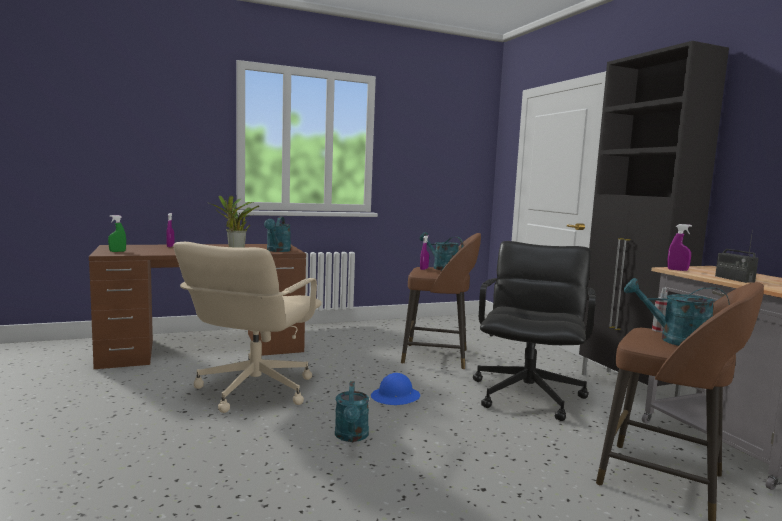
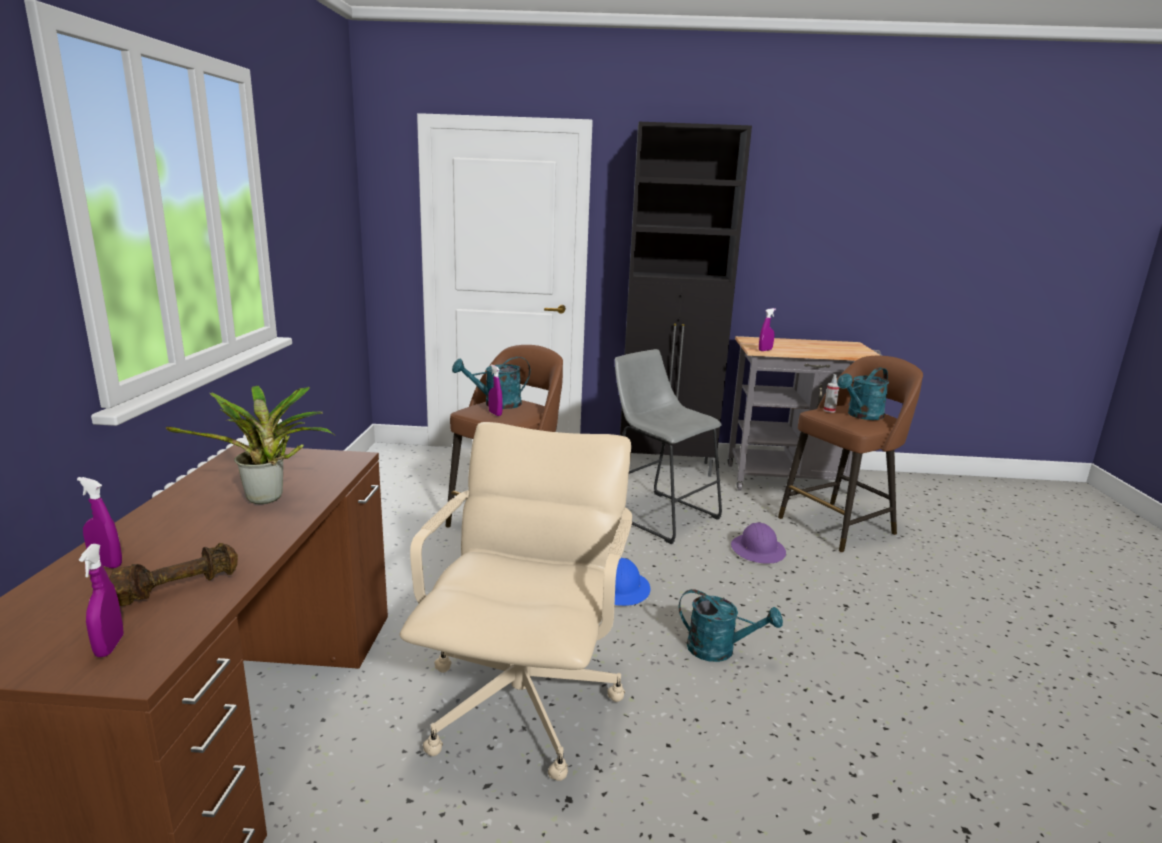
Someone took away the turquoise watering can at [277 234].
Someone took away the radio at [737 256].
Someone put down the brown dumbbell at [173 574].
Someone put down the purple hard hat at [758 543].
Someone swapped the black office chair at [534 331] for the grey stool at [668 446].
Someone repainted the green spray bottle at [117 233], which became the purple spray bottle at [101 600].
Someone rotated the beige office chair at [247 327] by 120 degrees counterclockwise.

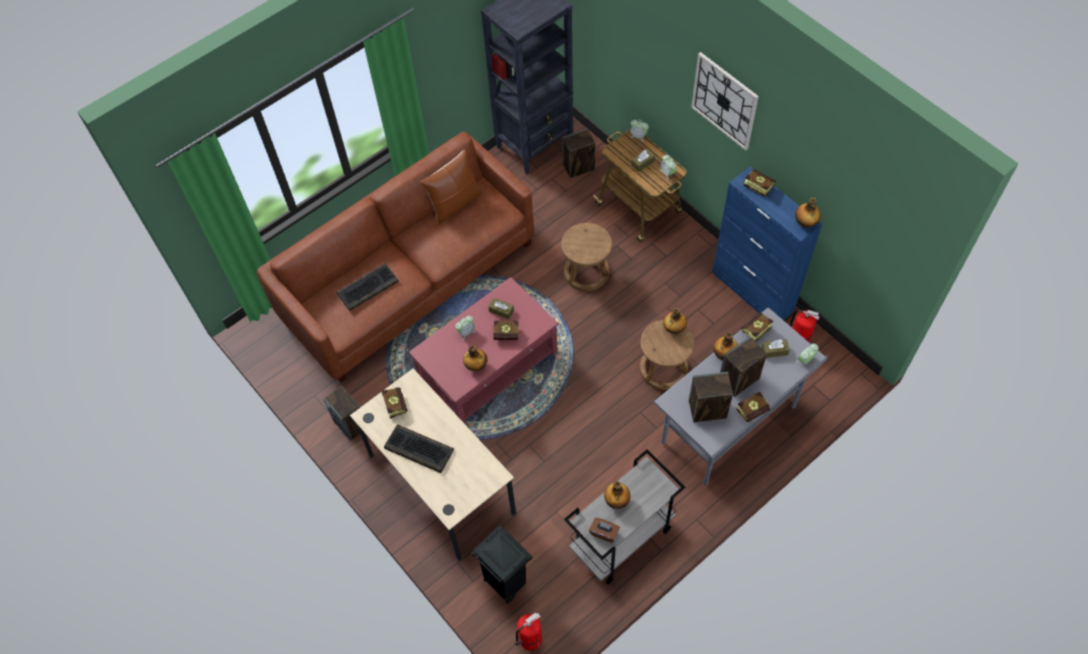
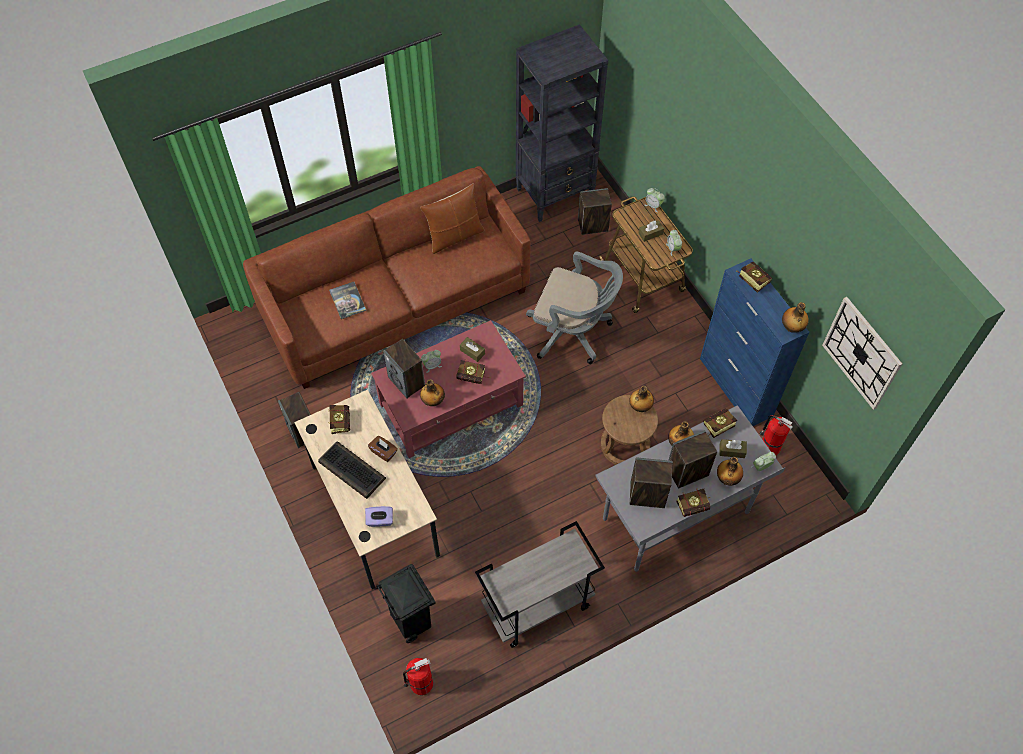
Someone put down the purple tissue box at [379 516].
Someone put down the speaker at [404 368].
Someone carried the brown tissue box from [604 530] to [383 449].
Someone carried the bottle from [617 495] to [730 471].
Someone carried the wall clock from [725 101] to [862 353].
Someone swapped the keyboard at [367 287] for the book at [347 300].
Someone swapped the brown stool at [586 257] for the grey office chair at [574 307].

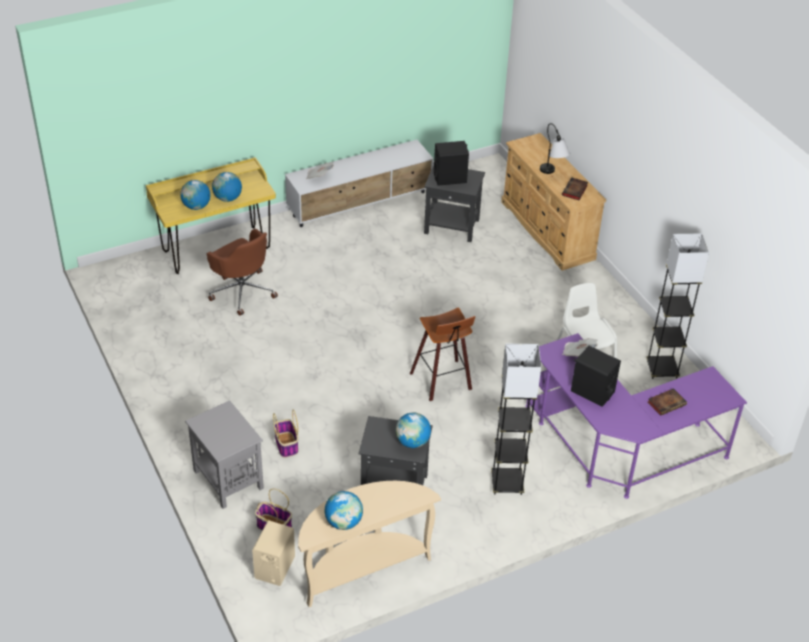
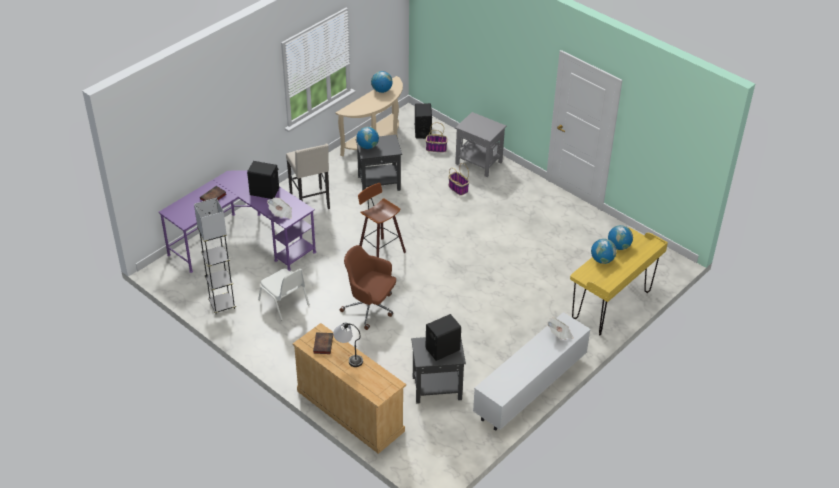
Someone carried the brown office chair from [242 272] to [368 287].
Someone swapped the grey floor lamp at [516 419] for the beige stool at [308 176].
Someone repainted the beige speaker at [273 553], which became the black speaker at [423 121].

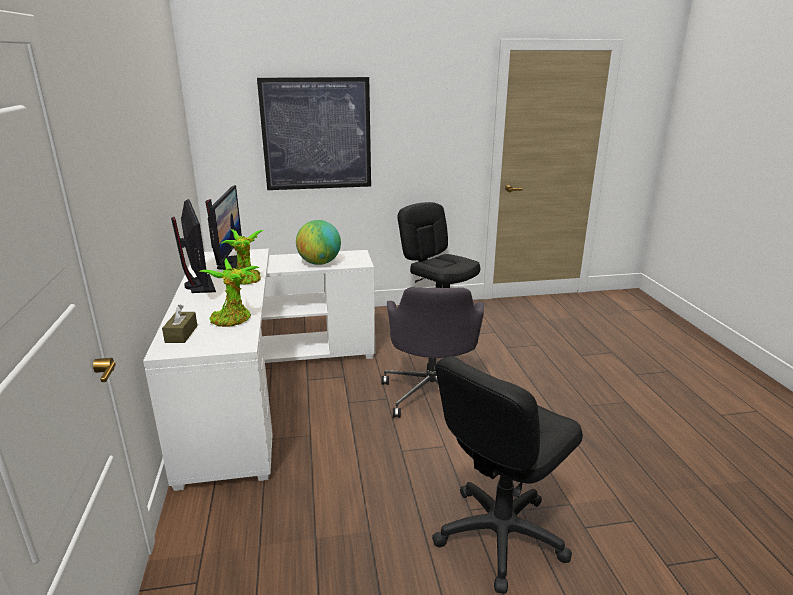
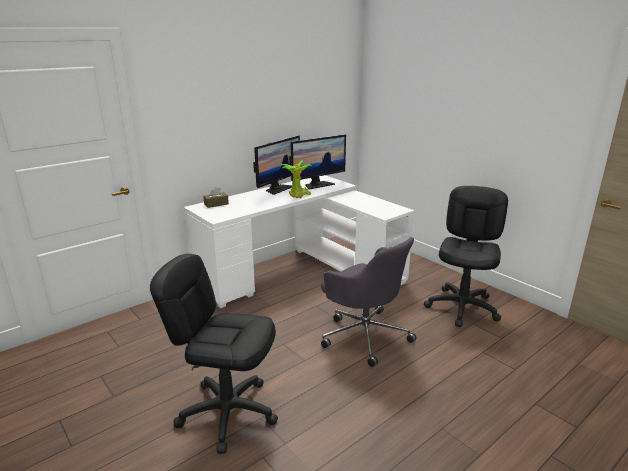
Someone took away the potted plant at [229 292].
Someone took away the picture at [314 133].
Someone took away the globe at [318 242].
Someone rotated the grey office chair at [432 352] by 105 degrees counterclockwise.

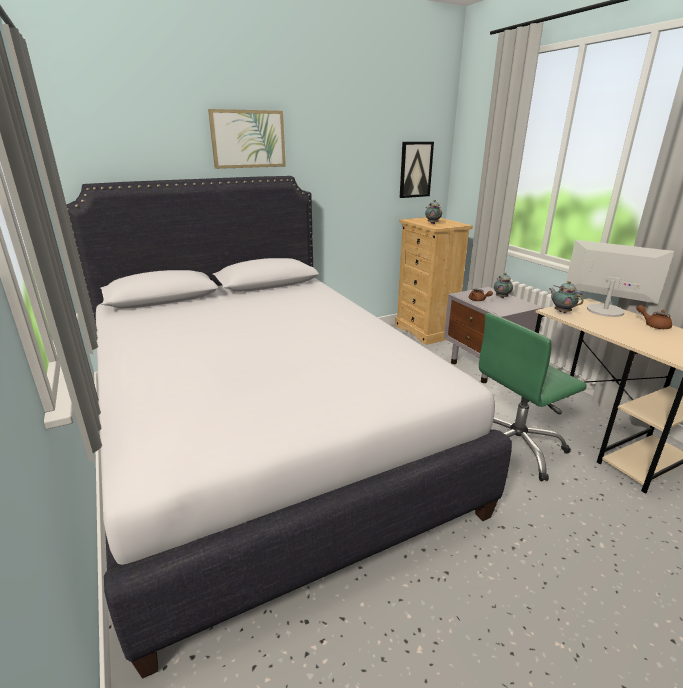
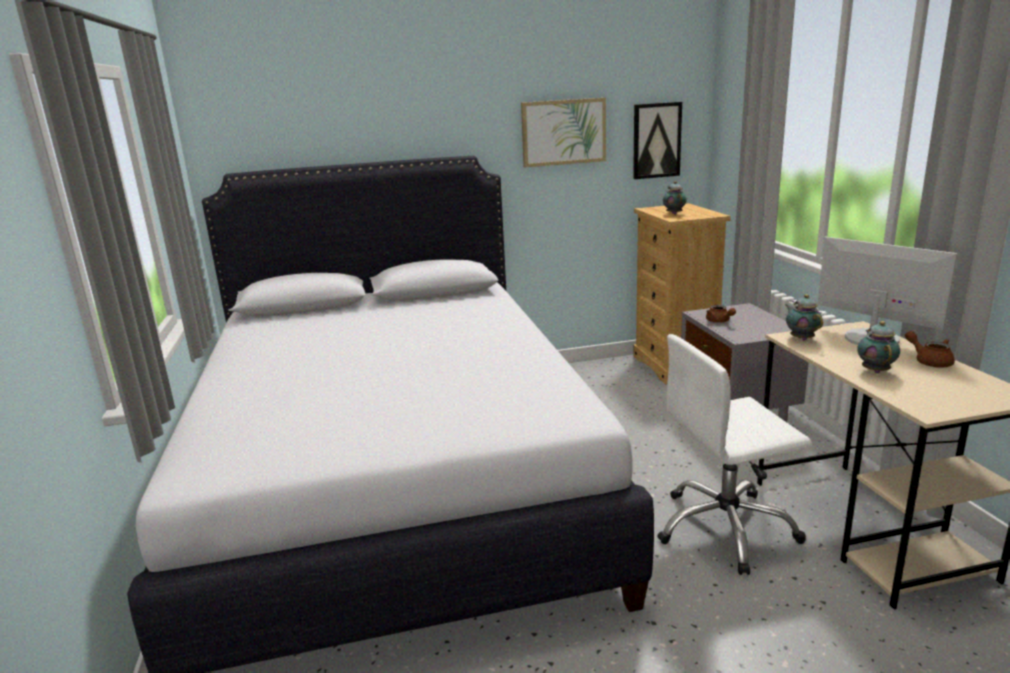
Someone carried the picture from [247 139] to [563 132].
Someone carried the teapot from [503 286] to [878 347].
Someone repainted the green office chair at [533 397], which became the white office chair at [734 454].

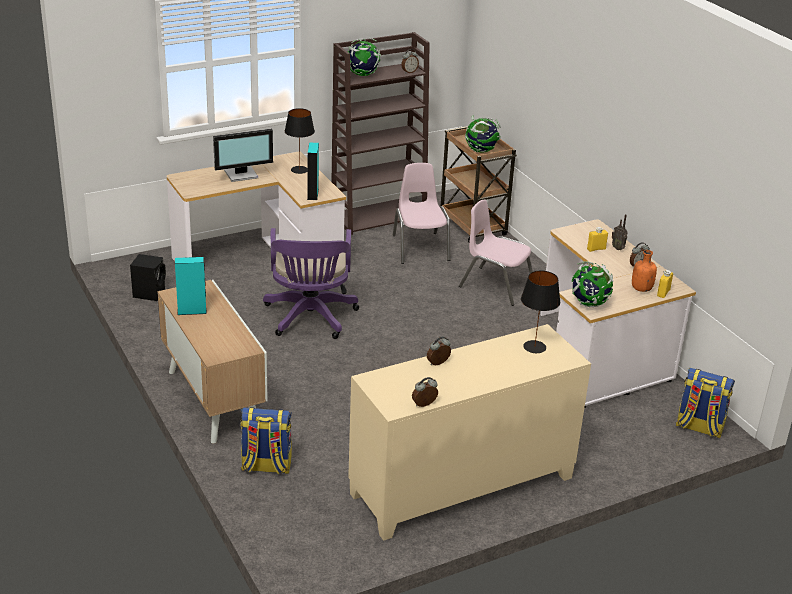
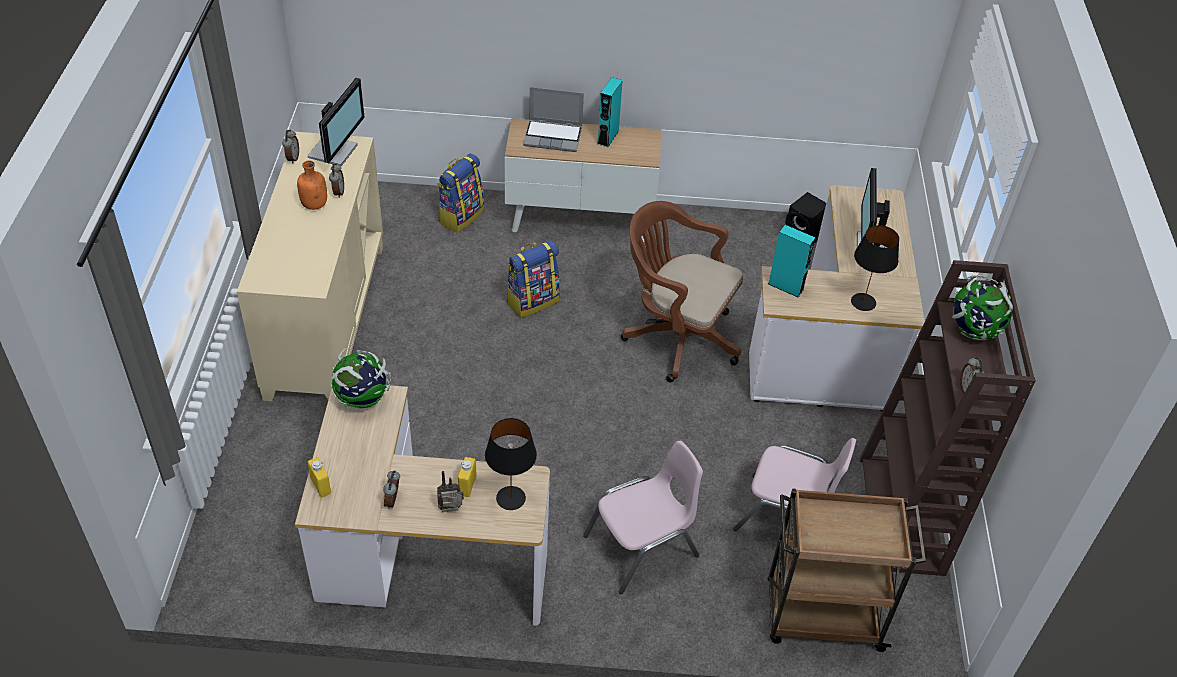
Someone took away the globe at [483 134].
Someone put down the monitor at [336 122].
Someone put down the laptop at [553 119].
Someone carried the black table lamp from [540 312] to [511 464].
Someone carried the orange bottle from [644 271] to [312 185].
Someone carried the backpack from [705 403] to [533 279].
Someone repainted the purple office chair at [311 283], which became the brown office chair at [682 291].

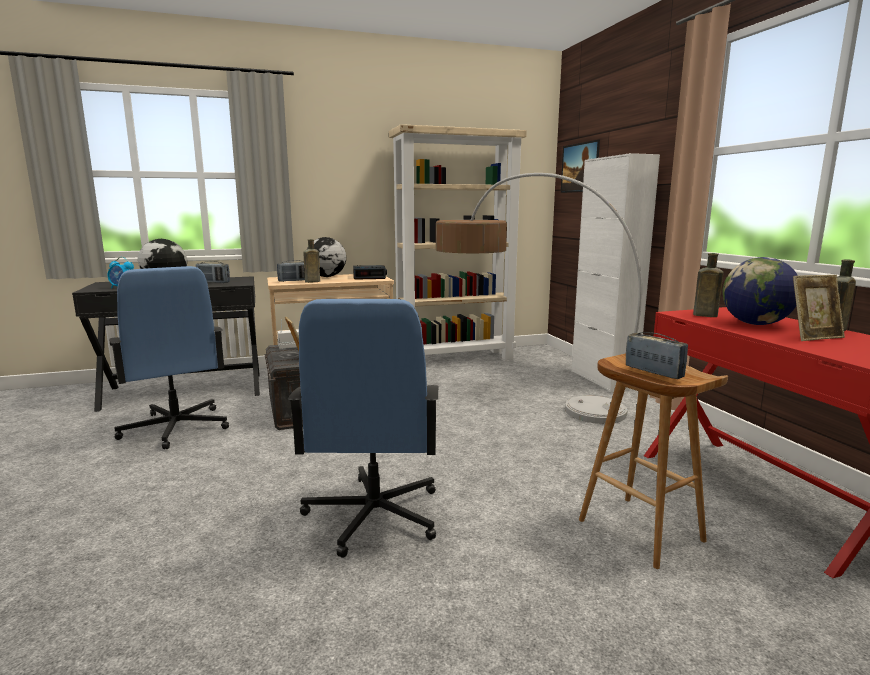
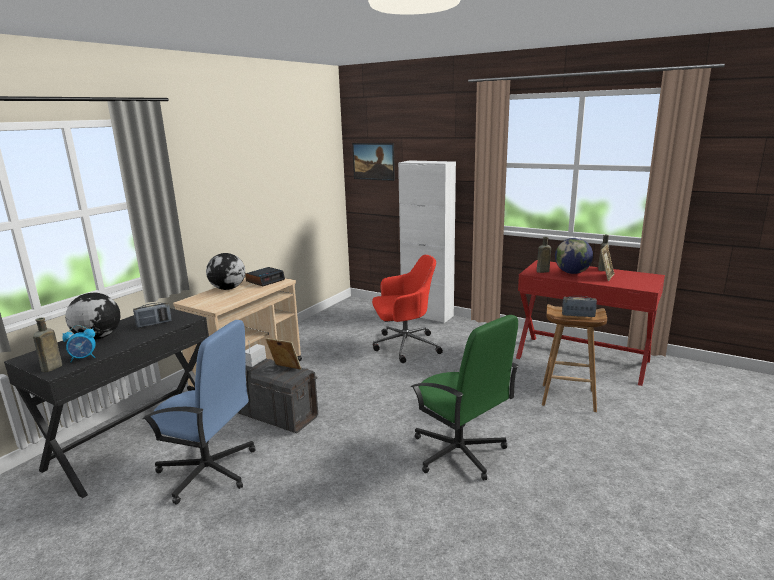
Someone took away the radio at [291 271].
Someone took away the beige bookcase at [458 242].
Someone carried the brown bottle from [312 261] to [47 344].
Someone swapped the floor lamp at [539 298] for the red office chair at [407 309].
Someone repainted the blue office chair at [363 428], which became the green office chair at [465 397].

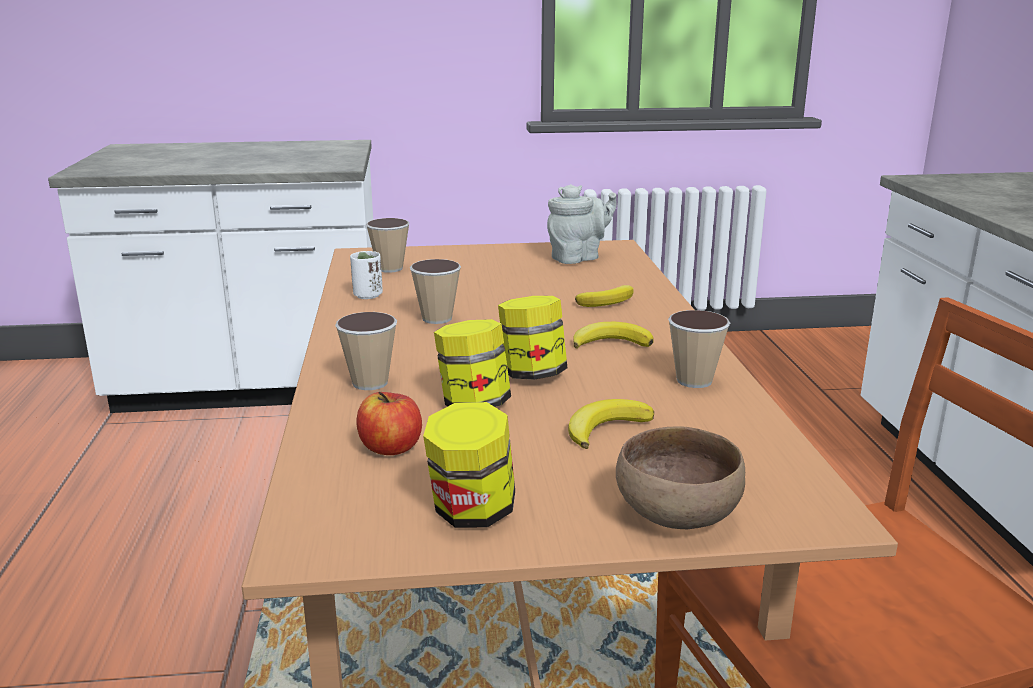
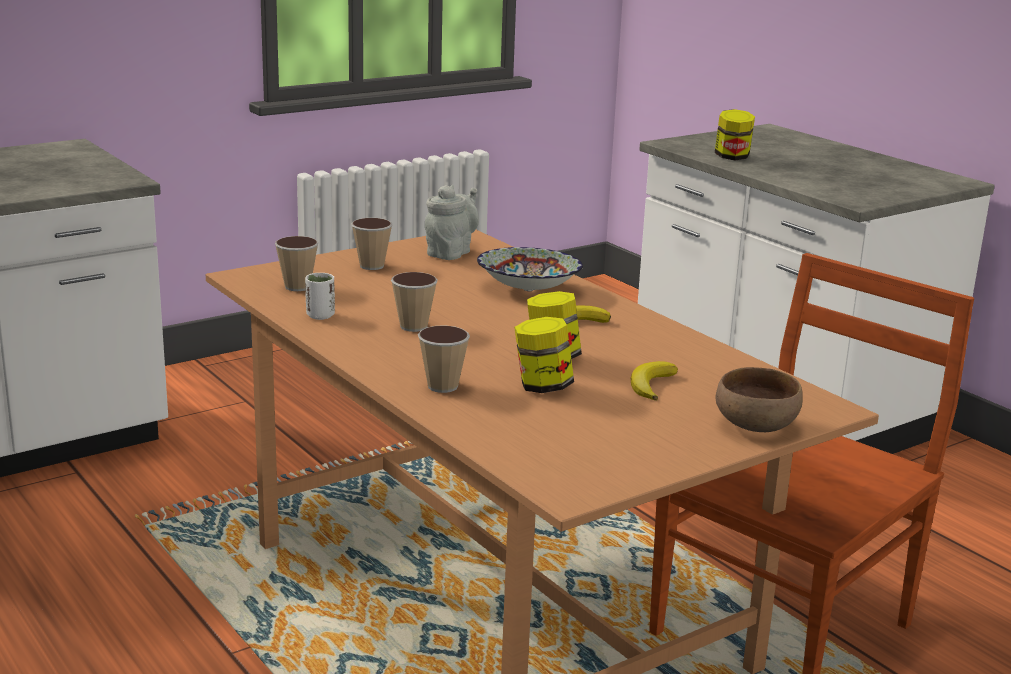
Someone took away the apple at [389 423].
Someone carried the jar from [469 465] to [735 134].
Someone carried the cup from [699 349] to [371 244].
Someone swapped the banana at [604 296] for the bowl at [530 269].

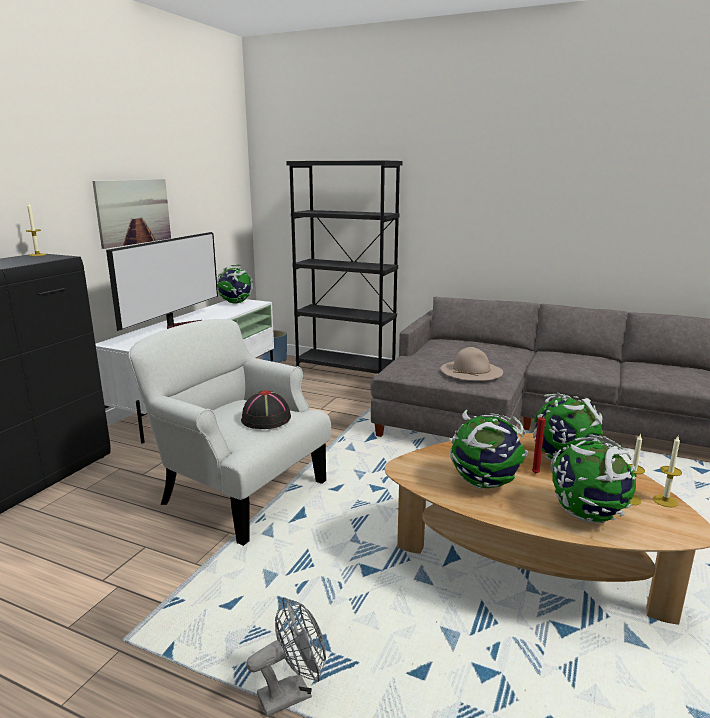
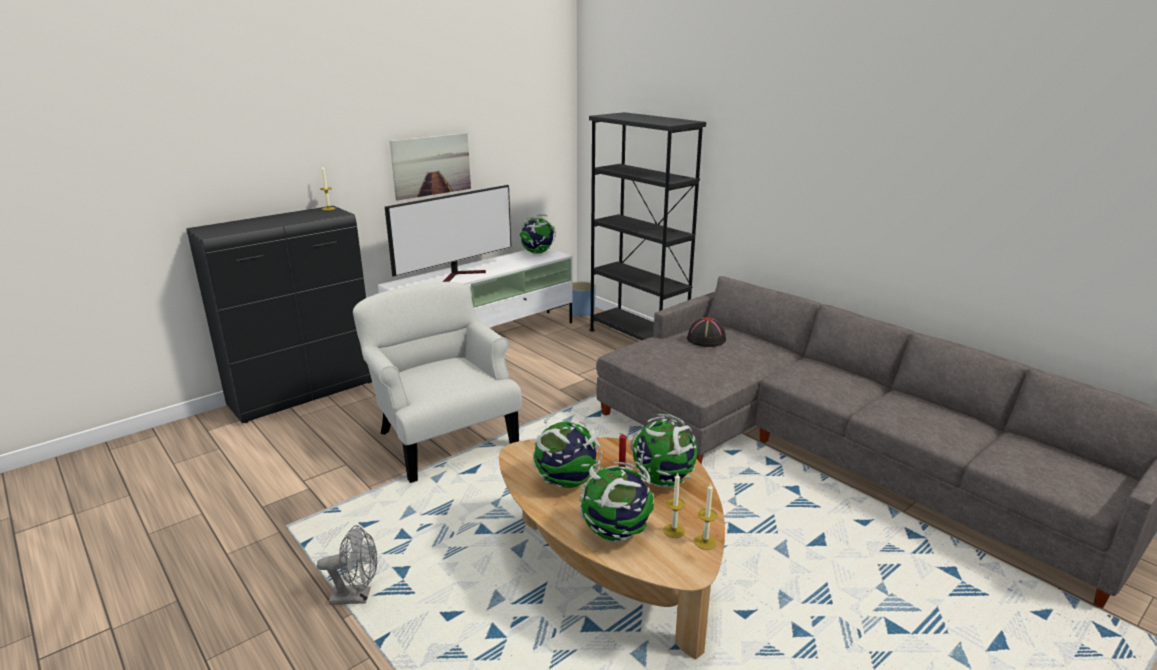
Someone took away the beige hat at [472 364].
Someone carried the black hat from [266 409] to [706 332].

